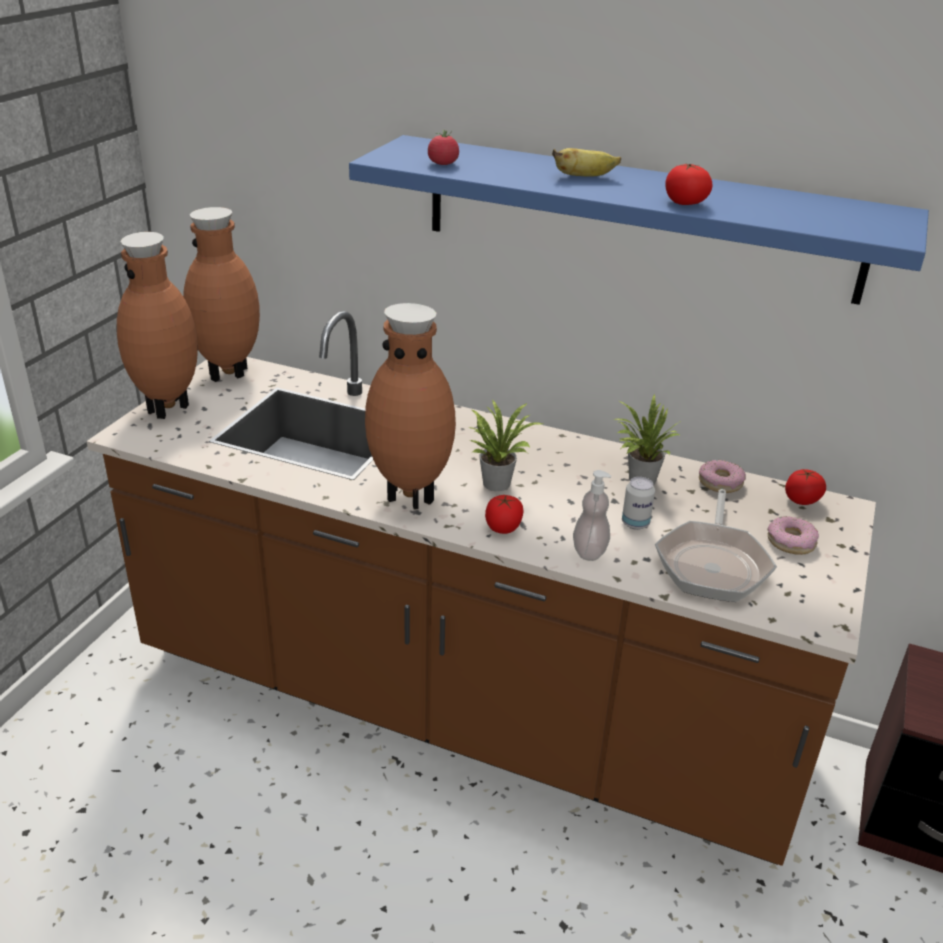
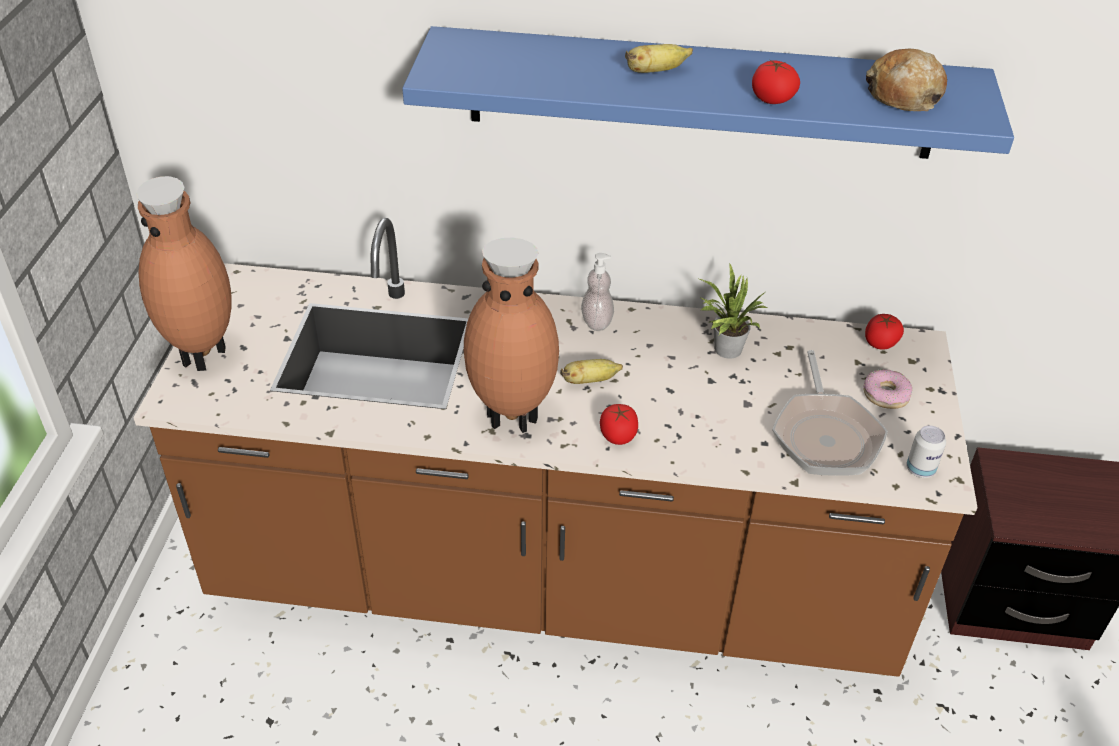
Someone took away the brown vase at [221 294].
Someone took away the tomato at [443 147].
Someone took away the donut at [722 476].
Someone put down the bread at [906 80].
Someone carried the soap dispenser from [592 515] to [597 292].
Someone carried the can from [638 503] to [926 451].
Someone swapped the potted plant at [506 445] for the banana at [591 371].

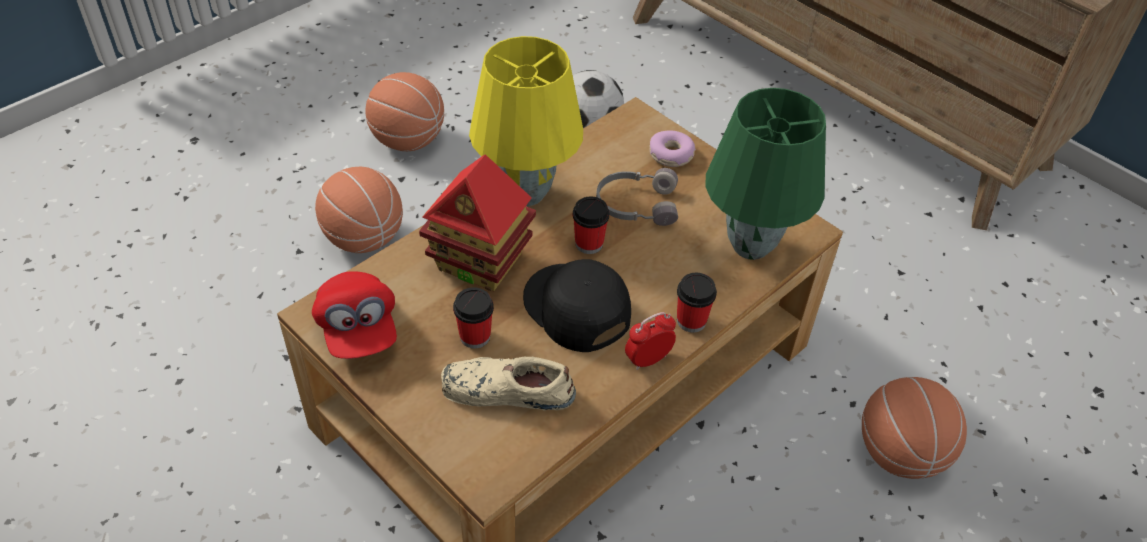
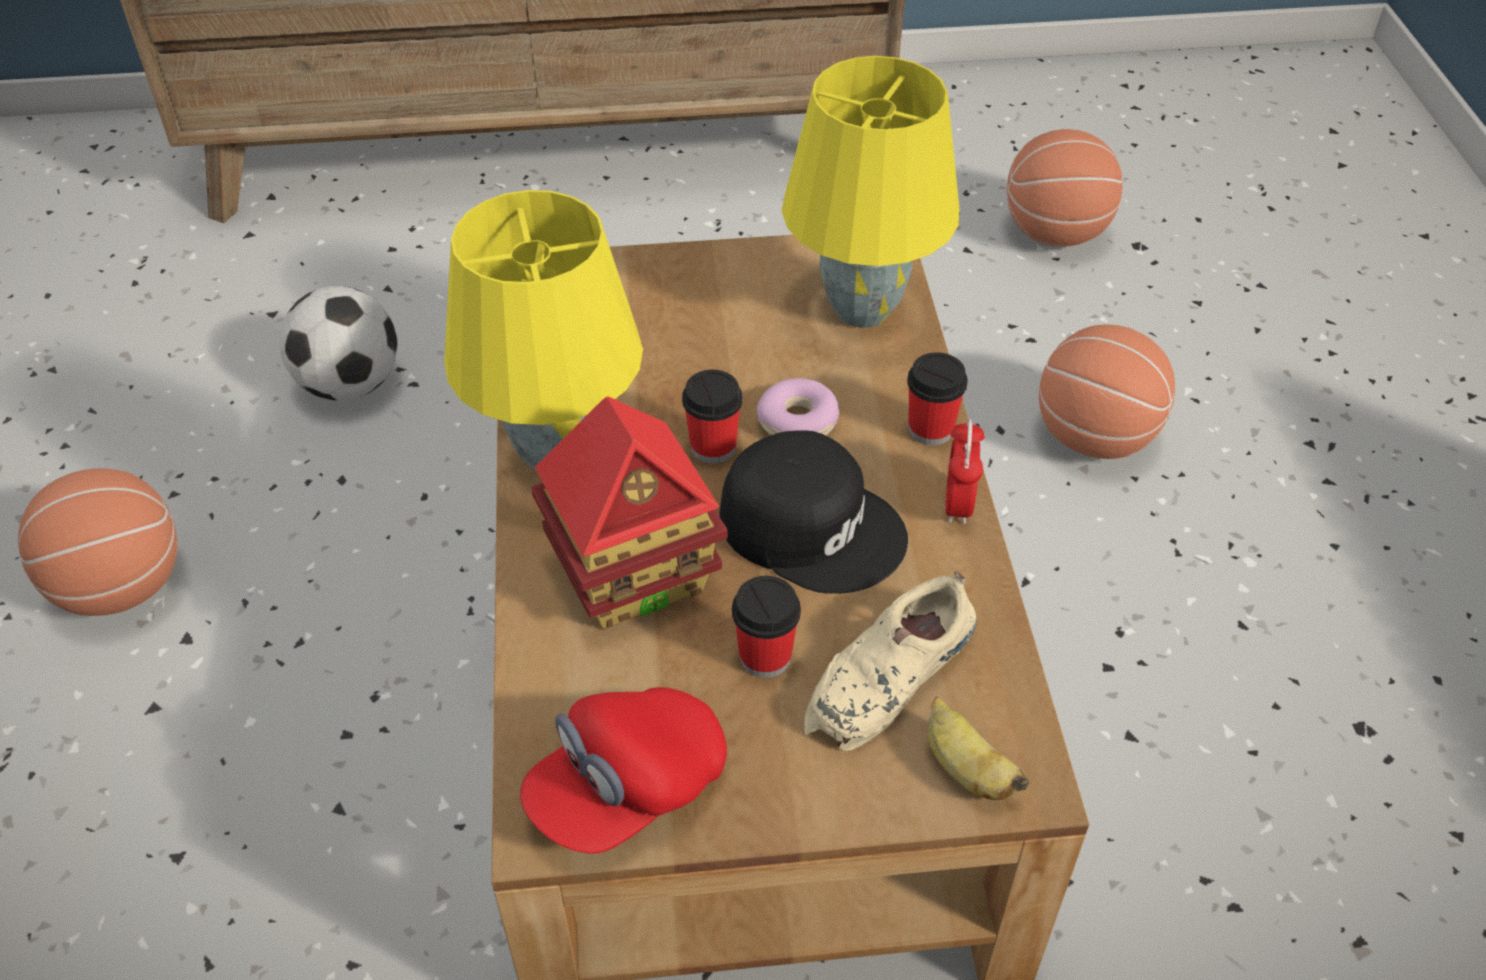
Someone took away the grey headphones at [637 197].
Someone put down the banana at [978 748].
Someone carried the basketball from [359 210] to [1065 188].
Someone carried the donut from [673 148] to [798 406].
Someone repainted the green table lamp at [765 174], which became the yellow table lamp at [871 192].
Someone rotated the red cap at [354 315] by 120 degrees clockwise.
Someone rotated the black cap at [577 305] by 150 degrees counterclockwise.

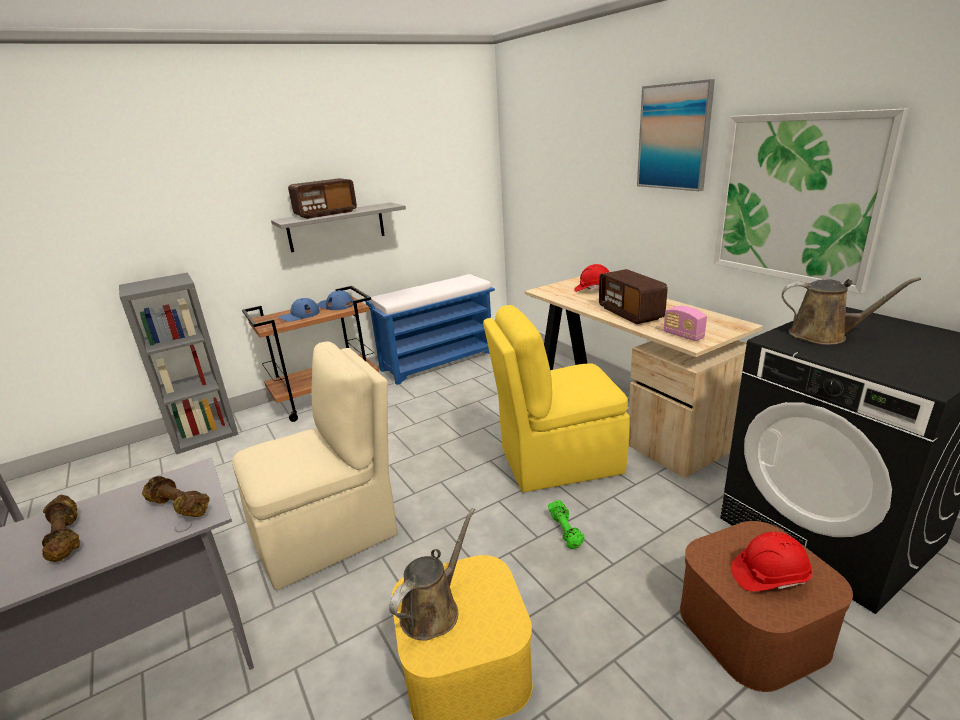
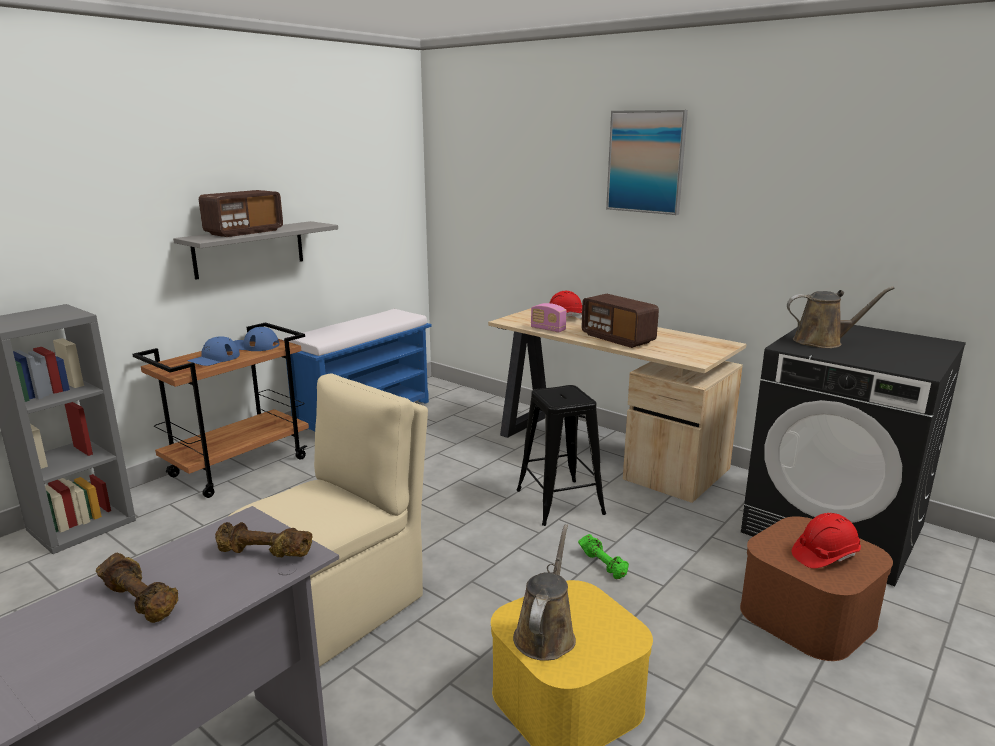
Someone took away the picture at [811 201].
Someone carried the radio from [685 323] to [549 318].
Someone swapped the yellow chair at [556 398] for the black stool at [561 455].

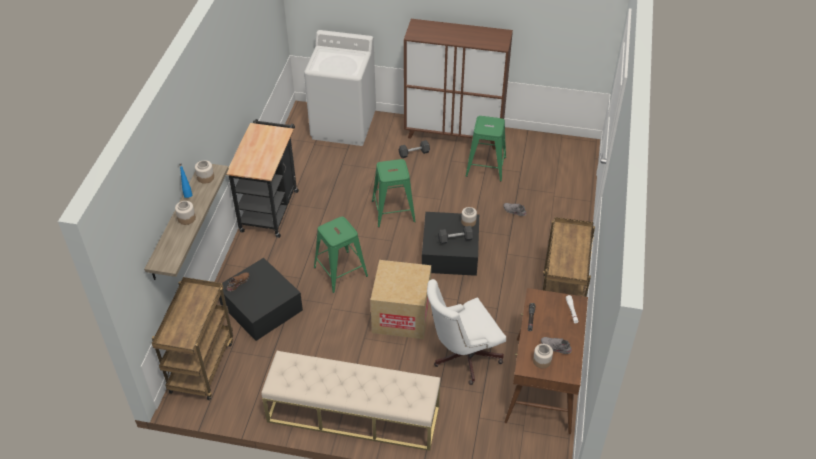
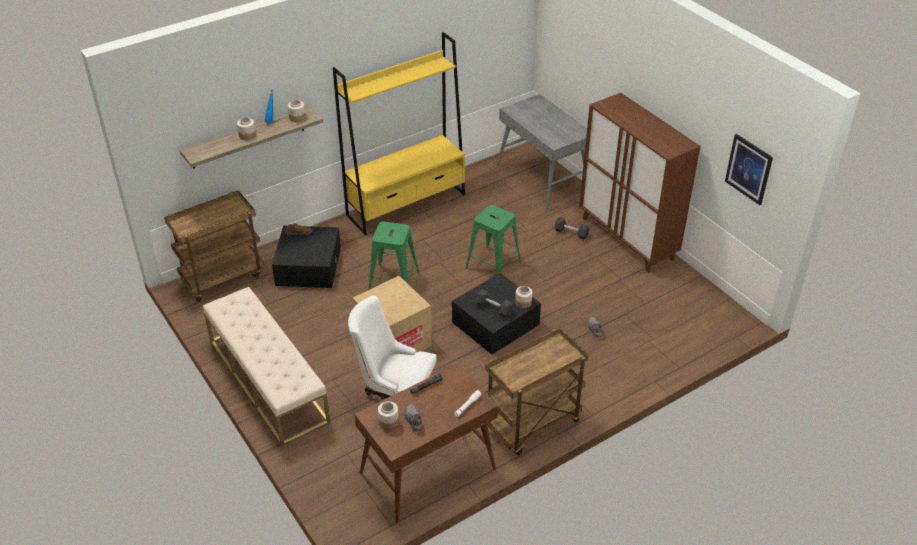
Someone took away the green stool at [486 148].
Someone put up the picture at [749 169].
Someone swapped the black cart at [262 178] for the yellow bookcase at [399 133].
Someone swapped the white washing machine at [340 88] for the grey desk at [541 152].

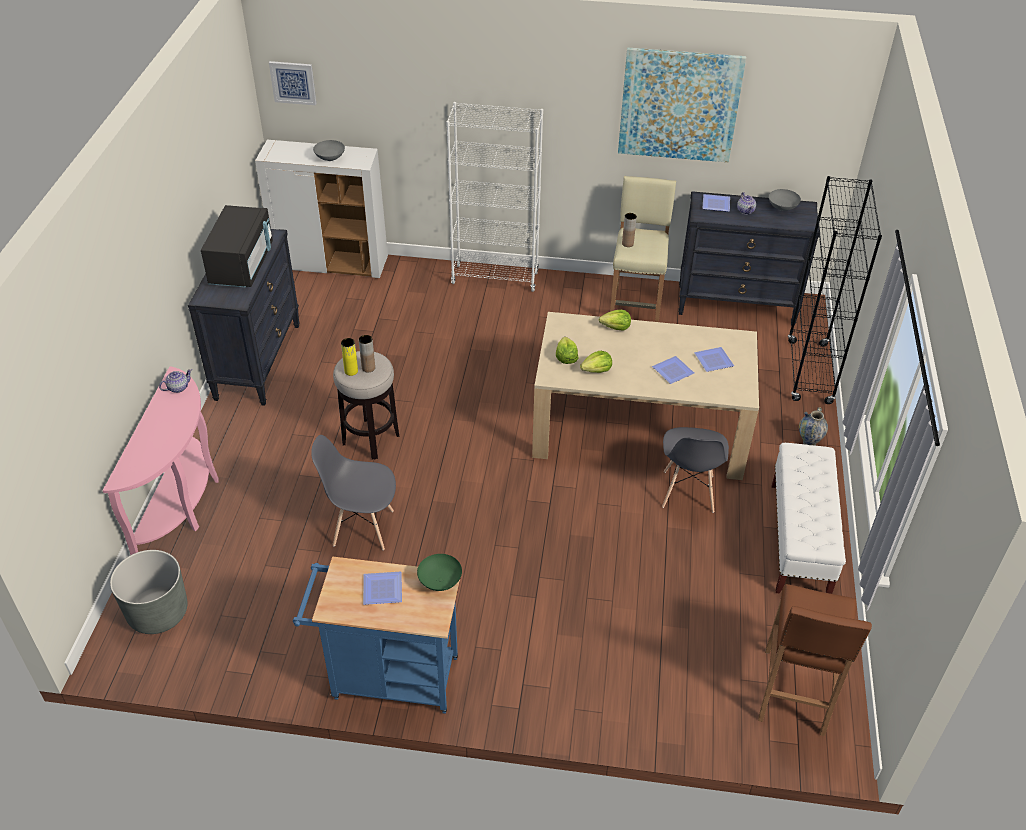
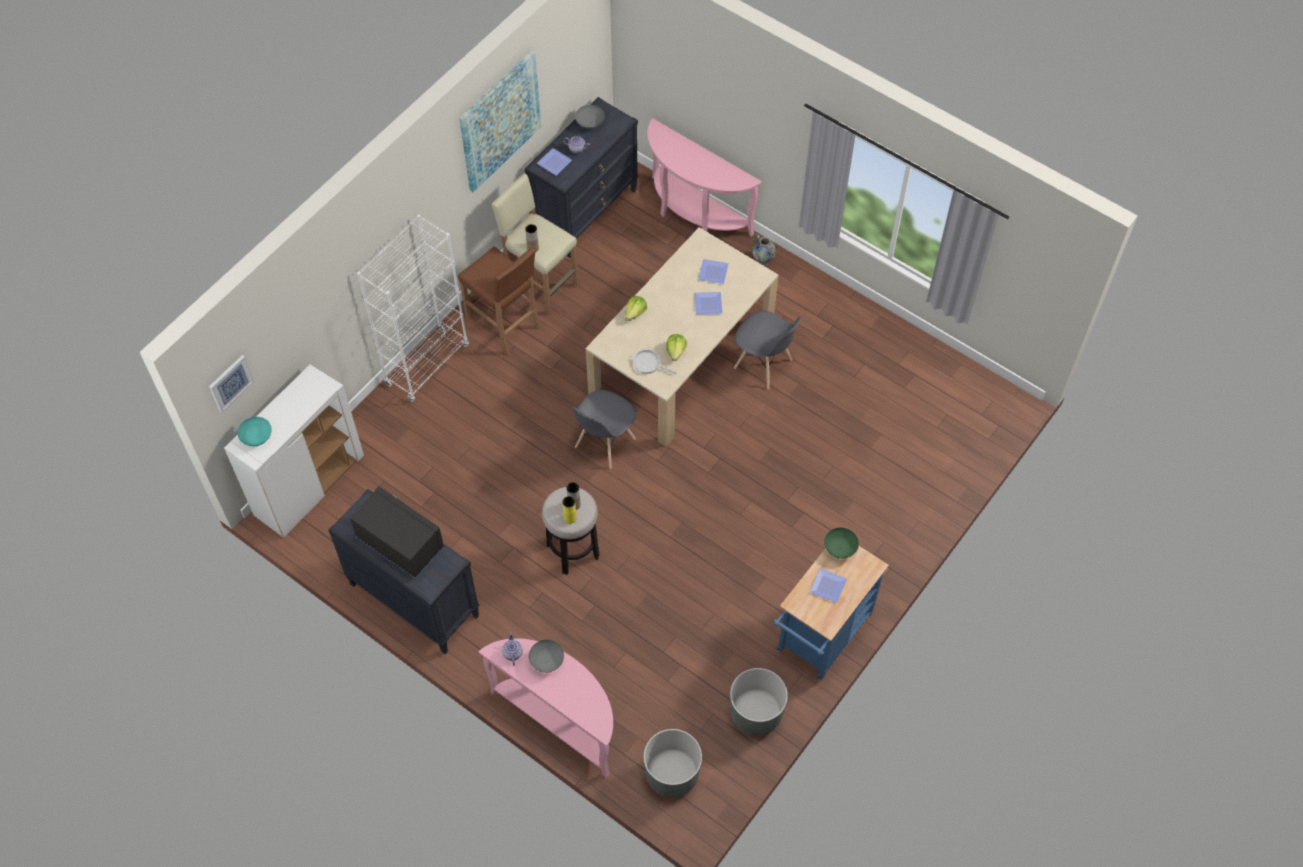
Someone took away the white bench at [809 518].
Someone put down the turquoise bowl at [254 431].
Someone put down the grey planter at [759 702].
Someone carried the grey chair from [353 492] to [604 429].
Someone carried the grey bowl from [329 150] to [546 656].
Someone carried the brown stool from [815 660] to [499 301].
Someone swapped the lettuce at [567 350] for the frying pan at [654 362].
Someone swapped the black bookcase at [835 290] for the pink console table at [704 177].

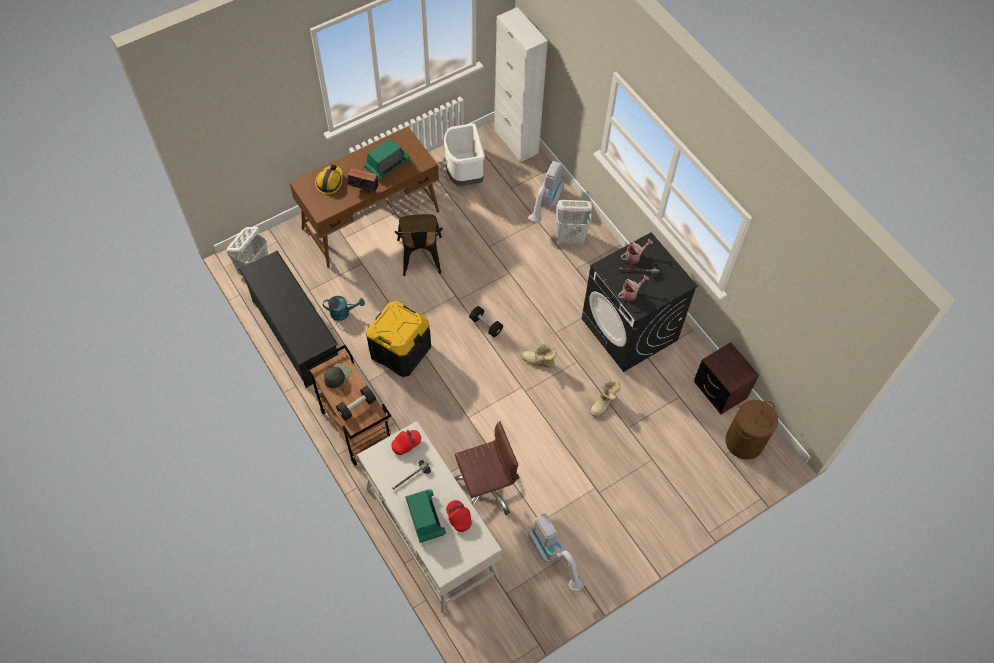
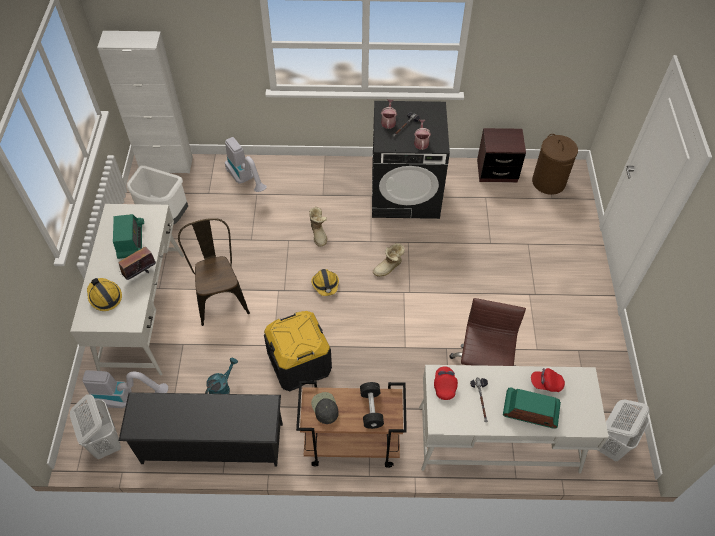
Someone carried the vacuum cleaner from [556 552] to [125 389].
Someone carried the white laundry basket from [574 222] to [624 430].
Someone carried the boot from [605 397] to [318 227].
Someone swapped the black dumbbell at [486 321] for the hard hat at [325 282].
Someone repainted the brown desk at [364 197], which became the white desk at [127 289].
Someone rotated the brown chair at [419 245] by 135 degrees counterclockwise.

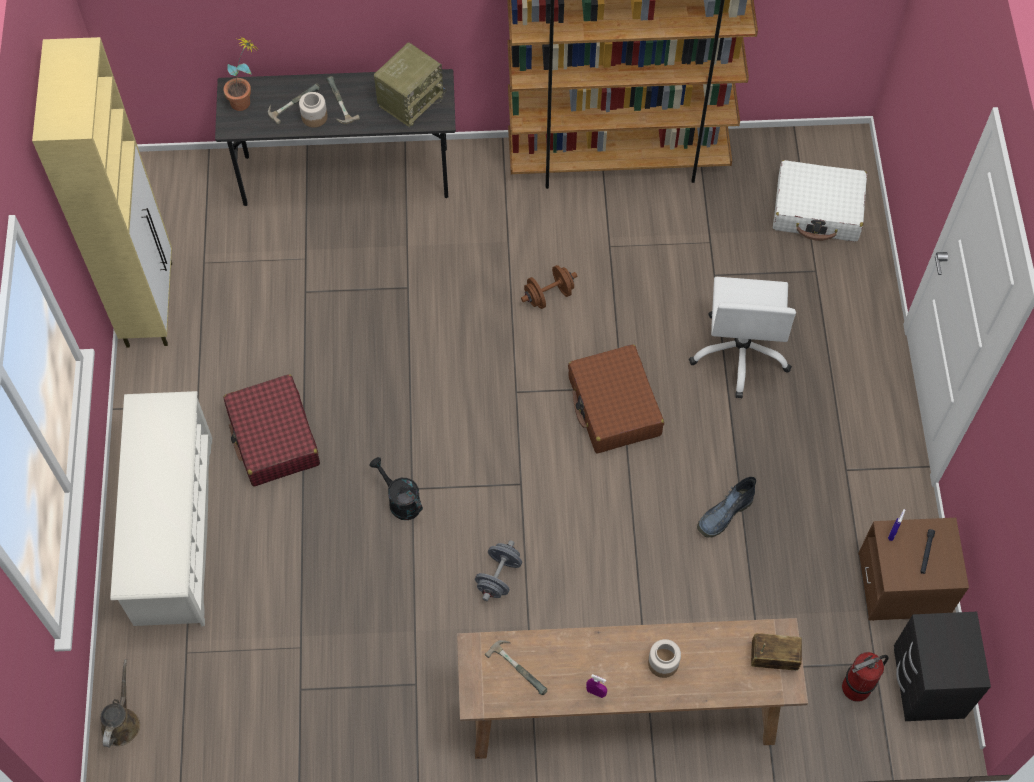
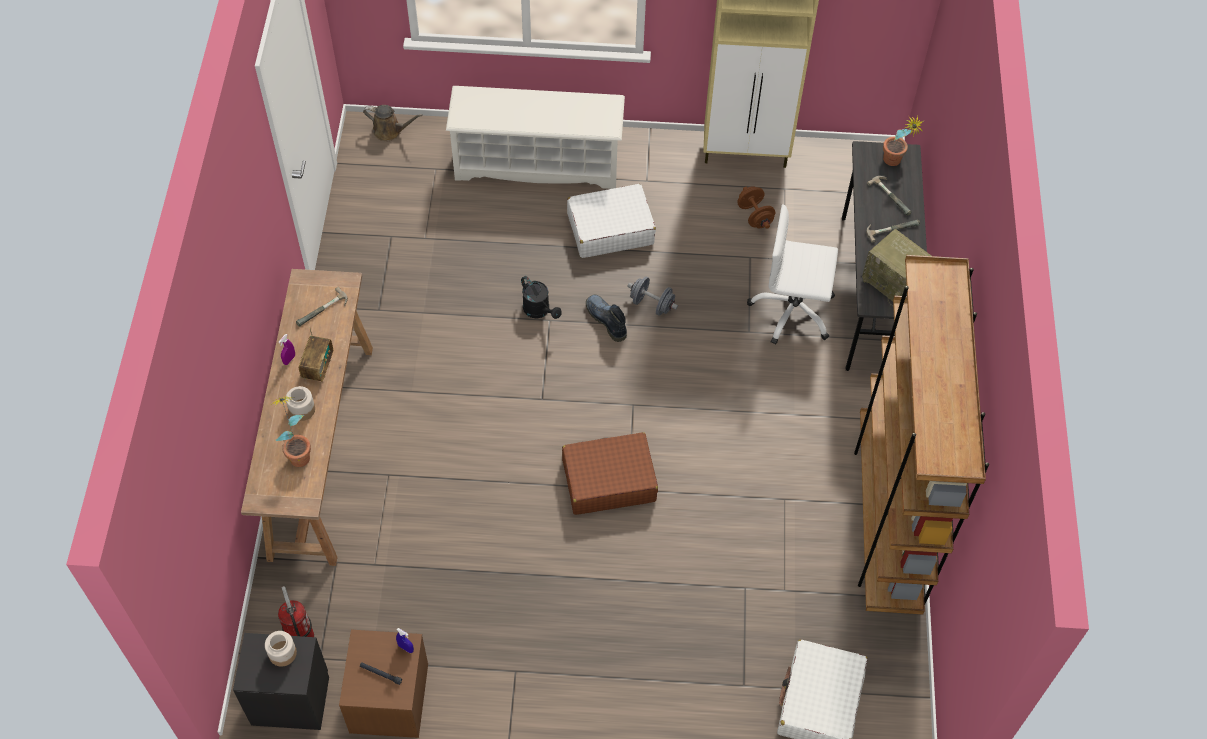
Someone put down the potted plant at [291 431].
Someone carried the jar from [313 110] to [281 649].
Someone carried the grey dumbbell from [498 570] to [652 296].
Someone carried the brown dumbbell from [549 287] to [756 207].
Someone carried the white office chair from [742 337] to [792 274].
Someone carried the boot from [726 507] to [606 318].
Someone carried the radio from [776 651] to [316 354].
Someone repainted the red suitcase at [272 430], which became the white suitcase at [611 221].
Someone rotated the black watering can at [396 488] by 90 degrees clockwise.

